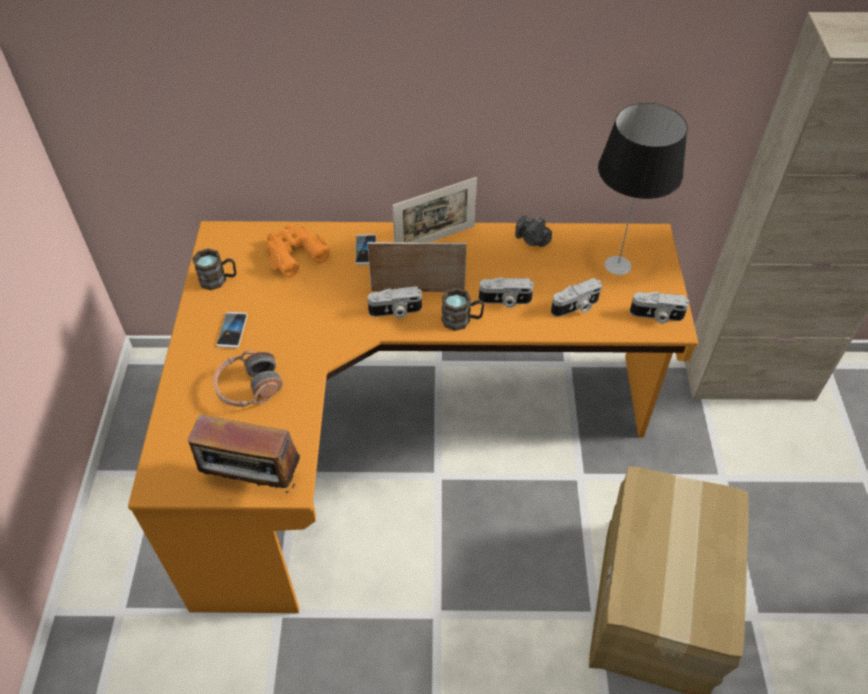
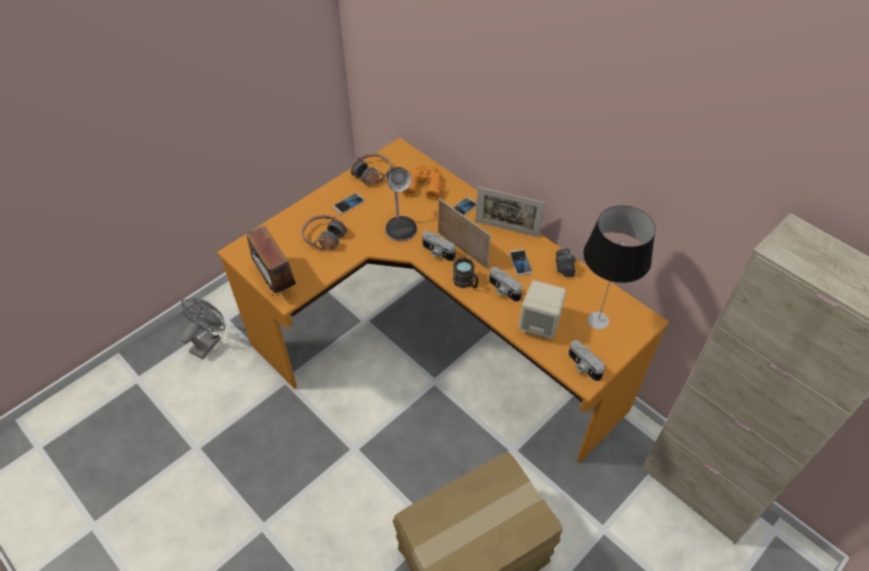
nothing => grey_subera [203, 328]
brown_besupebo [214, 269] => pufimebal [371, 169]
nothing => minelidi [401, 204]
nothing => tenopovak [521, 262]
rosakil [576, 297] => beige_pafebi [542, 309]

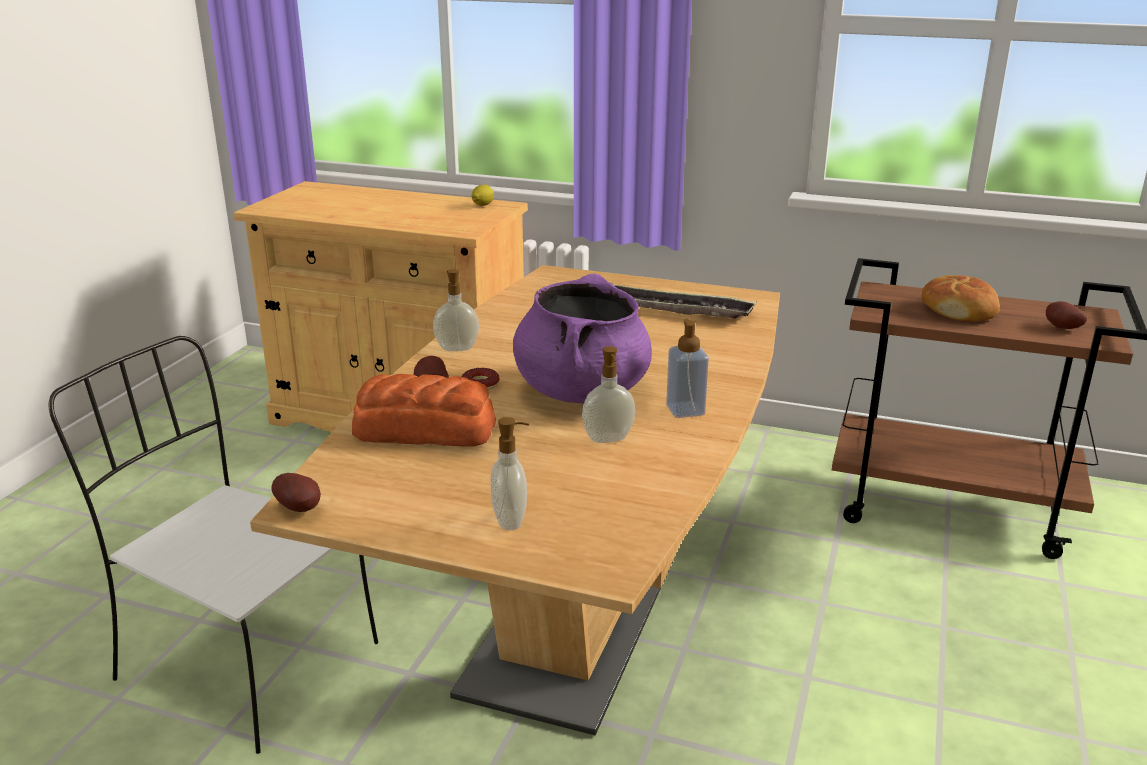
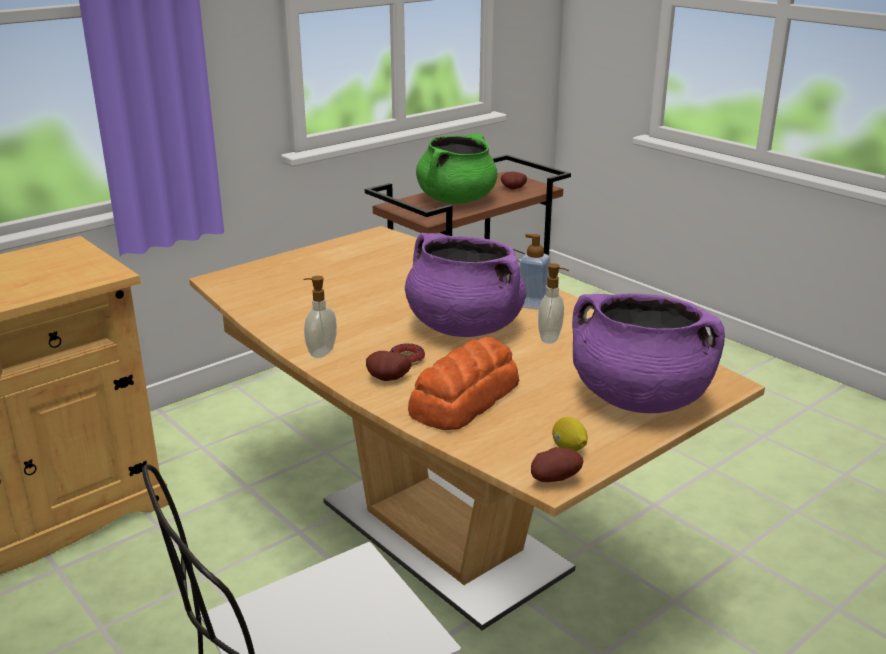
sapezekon [961, 298] => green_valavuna [457, 168]
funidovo [482, 195] => funidovo [569, 434], shifted
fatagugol [509, 473] => purple_valavuna [648, 353]
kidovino [684, 301] => nothing

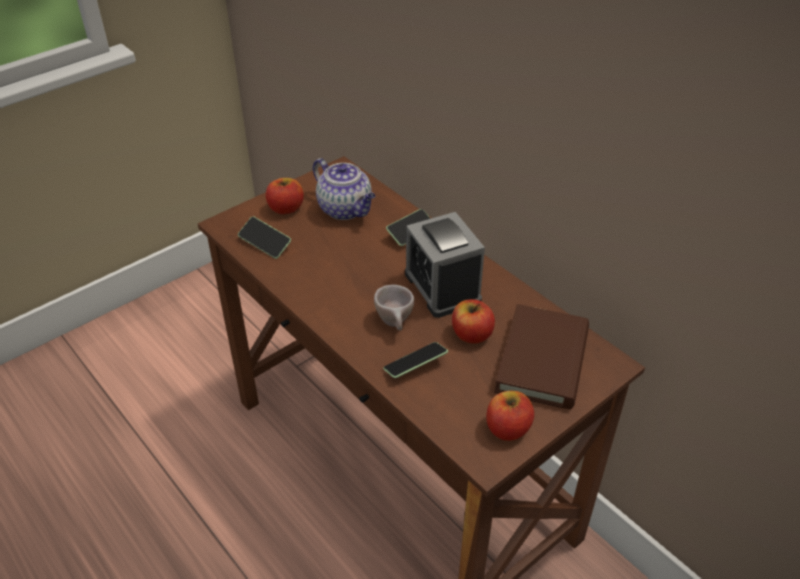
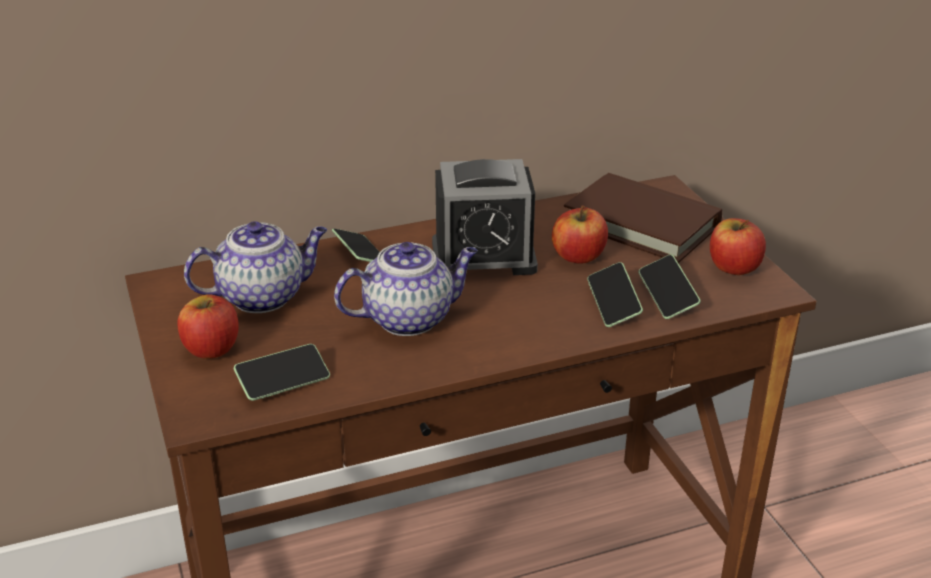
nothing => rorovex [406, 289]
nothing => tenopovak [669, 287]
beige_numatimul [394, 307] => nothing

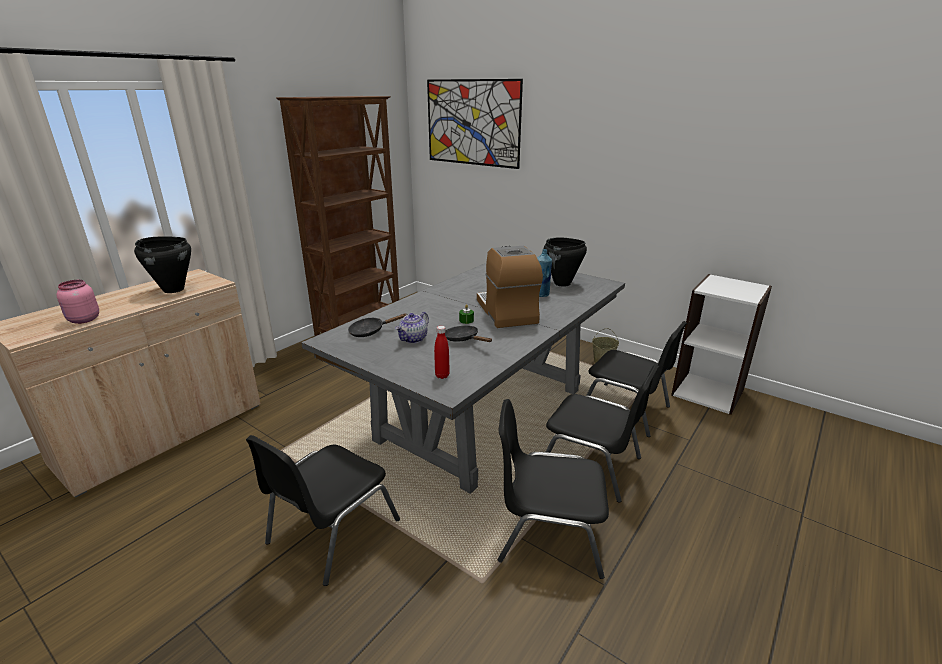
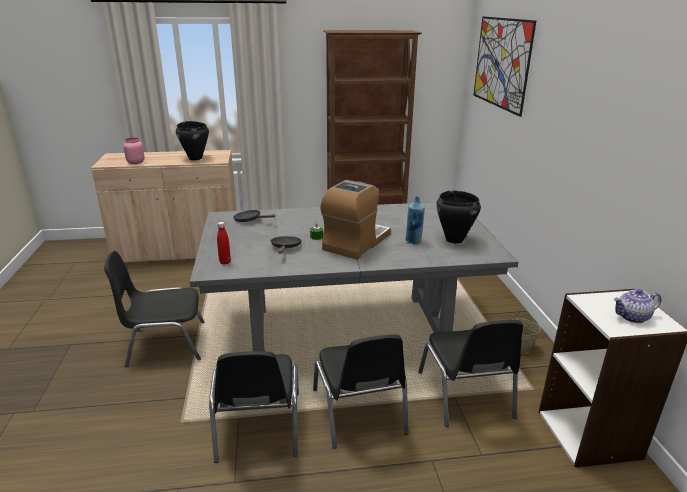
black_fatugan [553, 489] => black_fatugan [254, 407], 150 degrees counterclockwise
rorovex [412, 327] => rorovex [637, 306], shifted

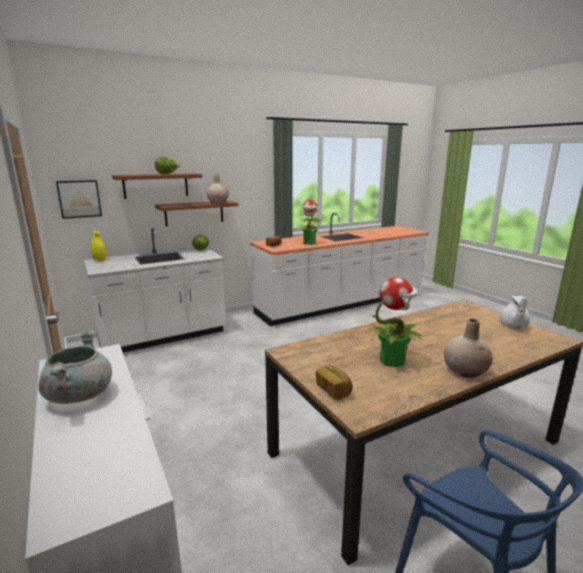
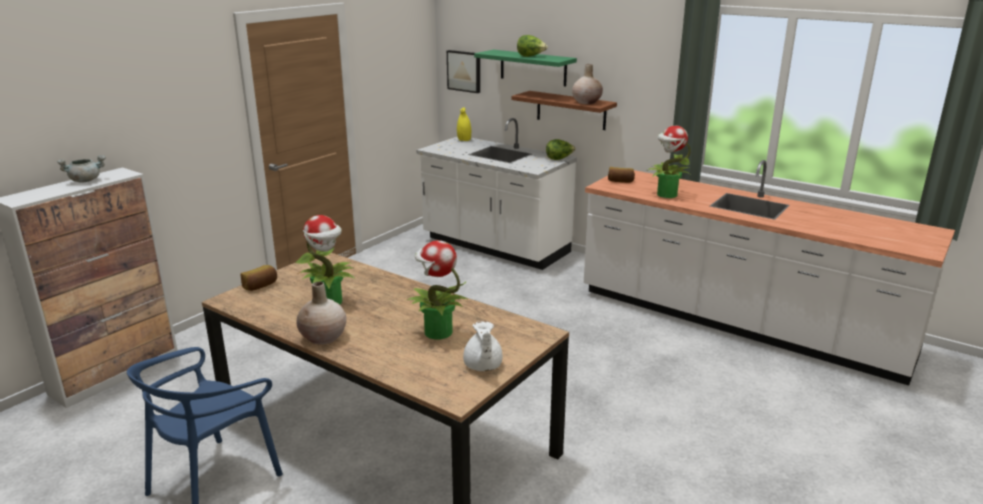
nothing => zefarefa [436, 290]
white_rorovex [515, 311] => white_rorovex [483, 346], 90 degrees counterclockwise
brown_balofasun [157, 186] => green_balofasun [525, 68]

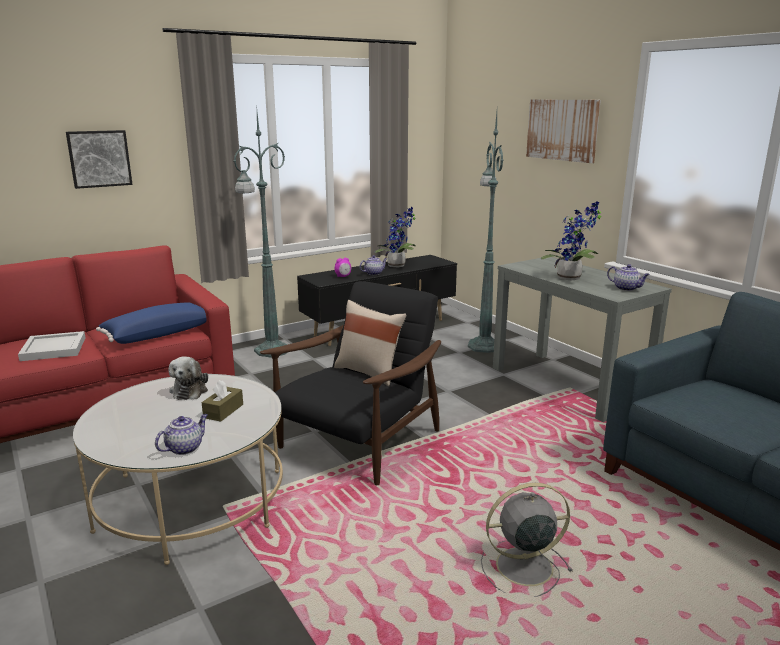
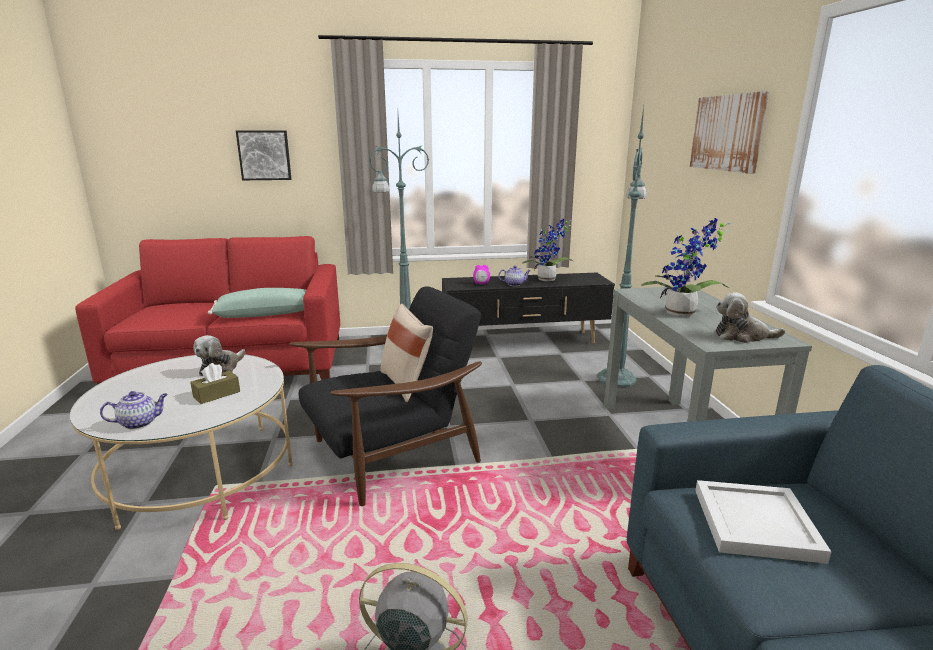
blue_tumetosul [151, 323] => green_tumetosul [257, 303]
white_kidovino [51, 346] => white_kidovino [763, 522], shifted
rorovex [628, 277] => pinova [751, 317]

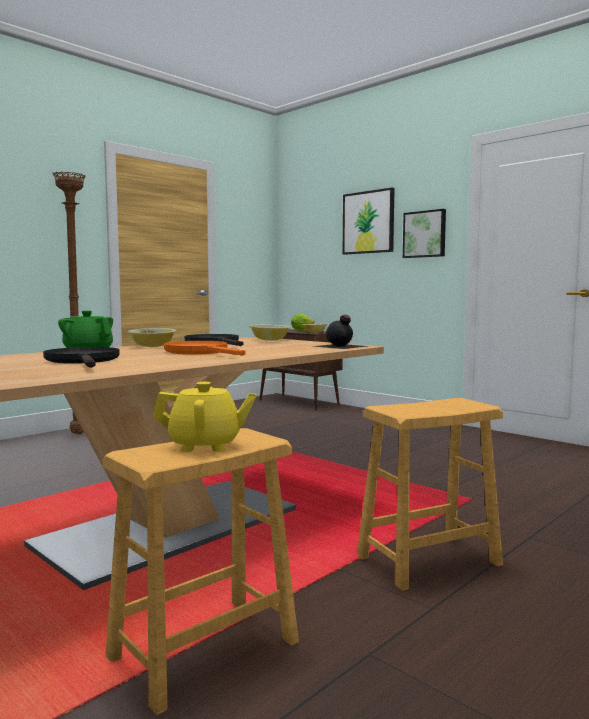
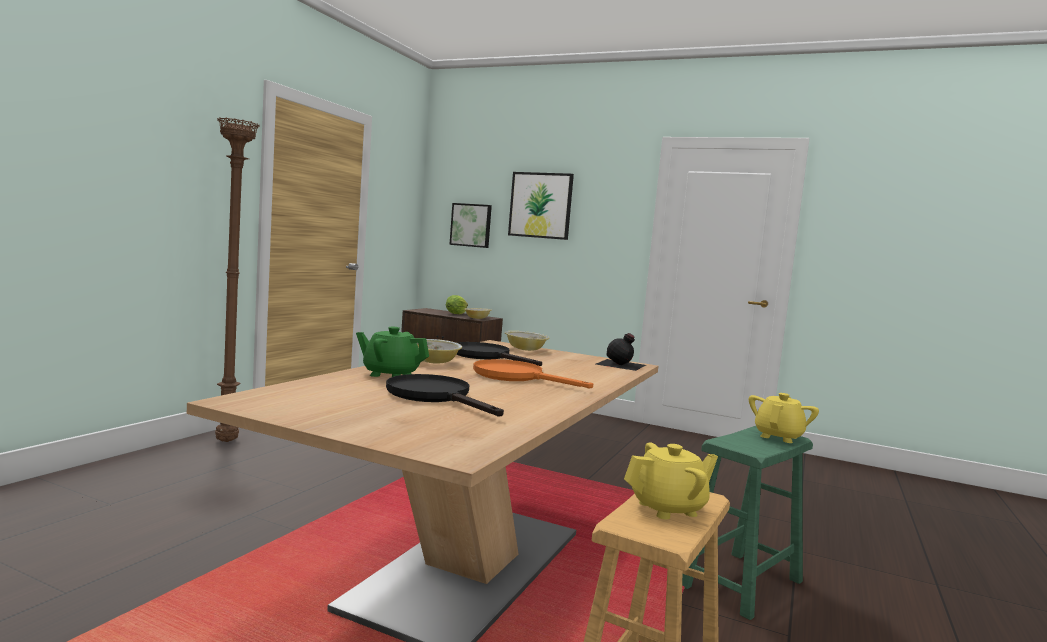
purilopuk [424, 233] => purilopuk [470, 225], shifted
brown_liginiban [430, 494] => green_liginiban [747, 523]
nothing => yellow_rorovex [784, 418]

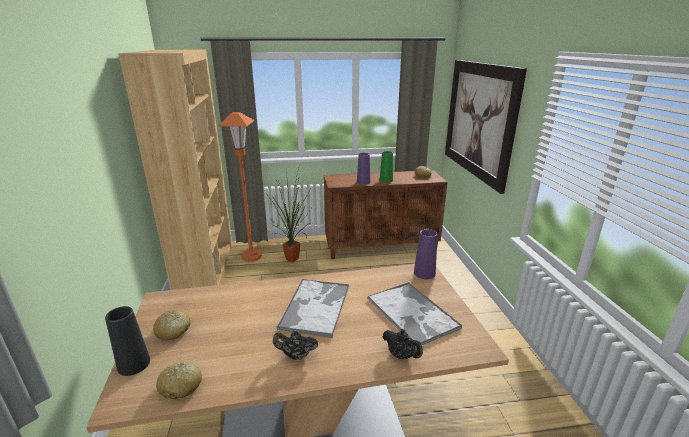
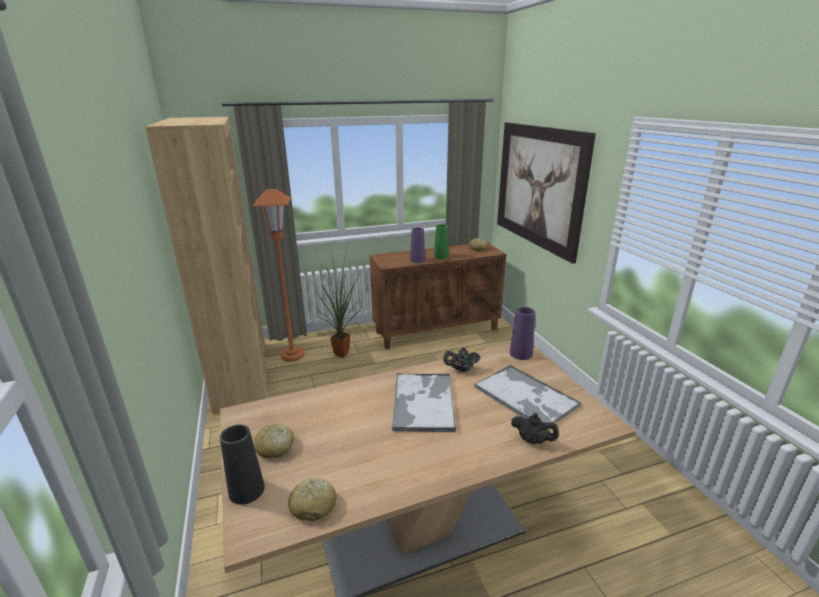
black_rorovex [295, 345] => black_rorovex [462, 360], shifted

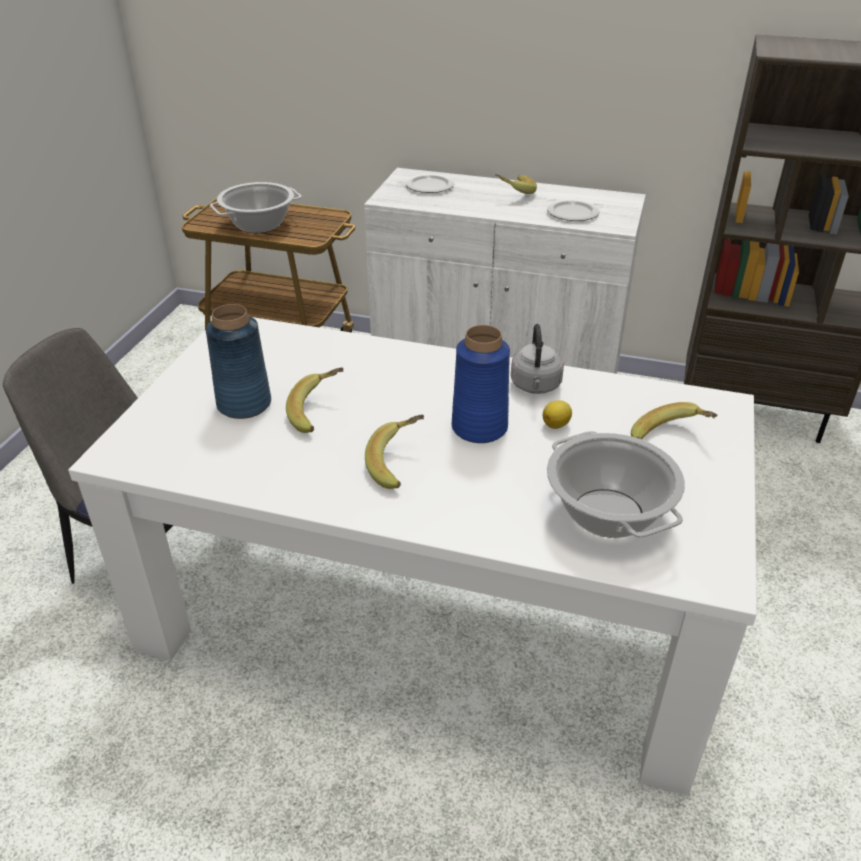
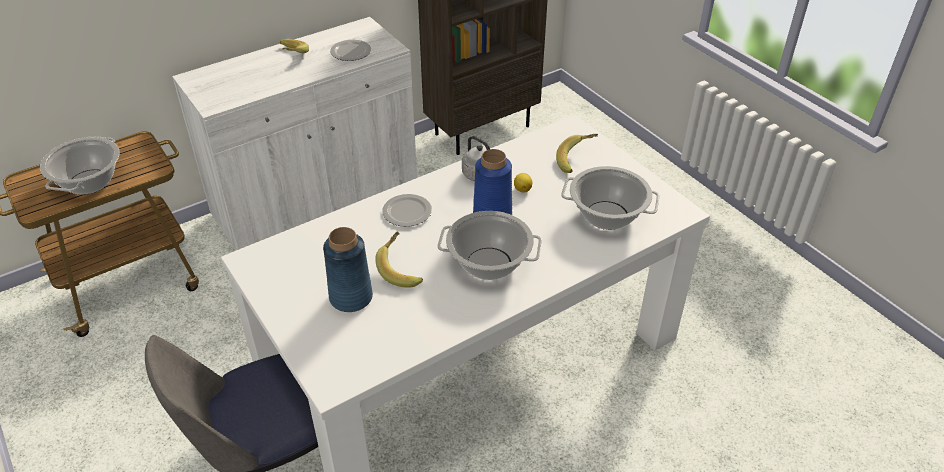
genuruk [430, 183] => genuruk [407, 210], shifted
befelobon [394, 451] => valavuna [490, 245]

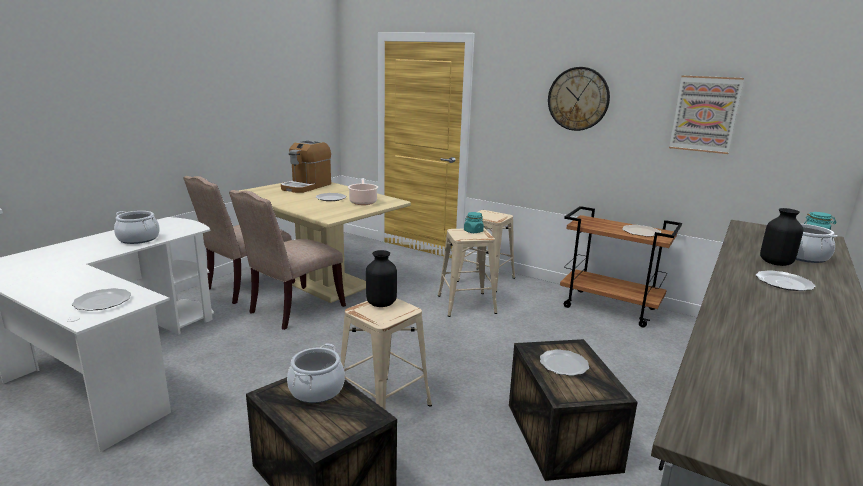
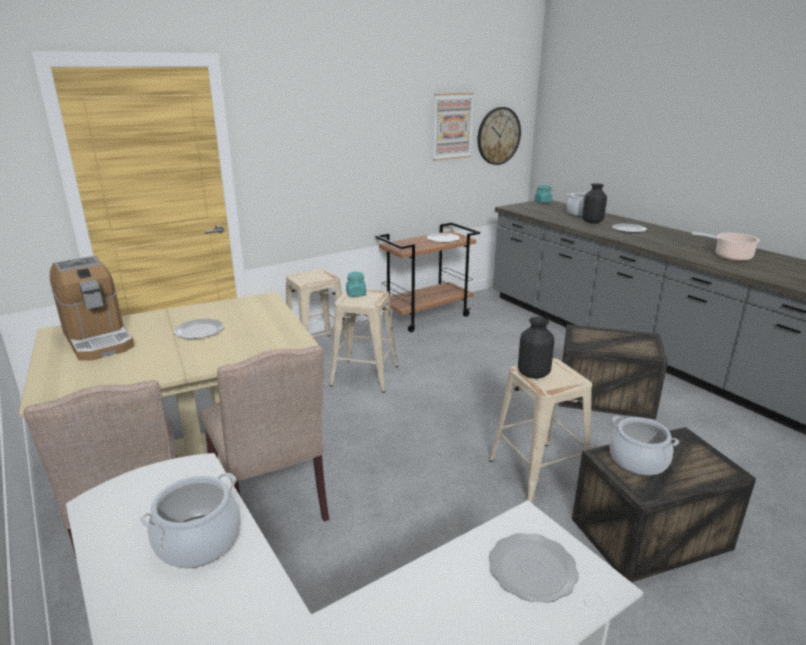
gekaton [579, 99] => gekaton [499, 136], shifted
valavuna [363, 191] => valavuna [726, 246], shifted
genuruk [564, 362] => nothing

